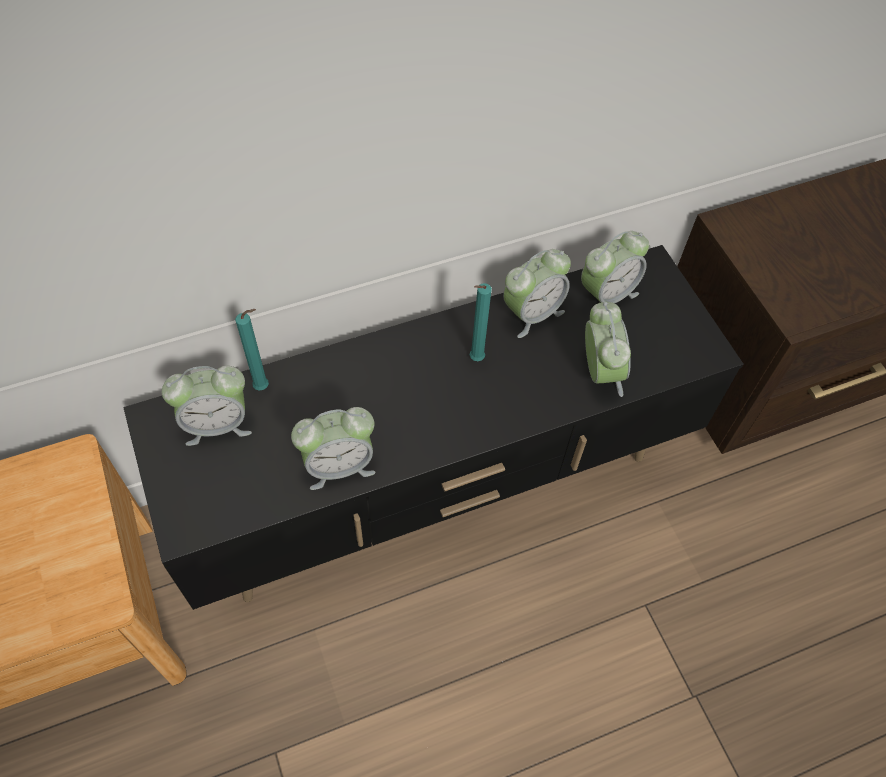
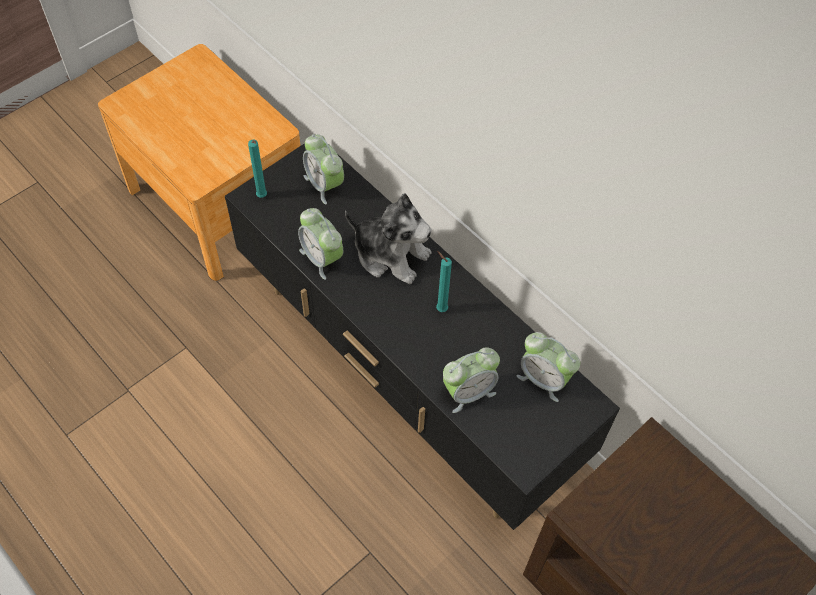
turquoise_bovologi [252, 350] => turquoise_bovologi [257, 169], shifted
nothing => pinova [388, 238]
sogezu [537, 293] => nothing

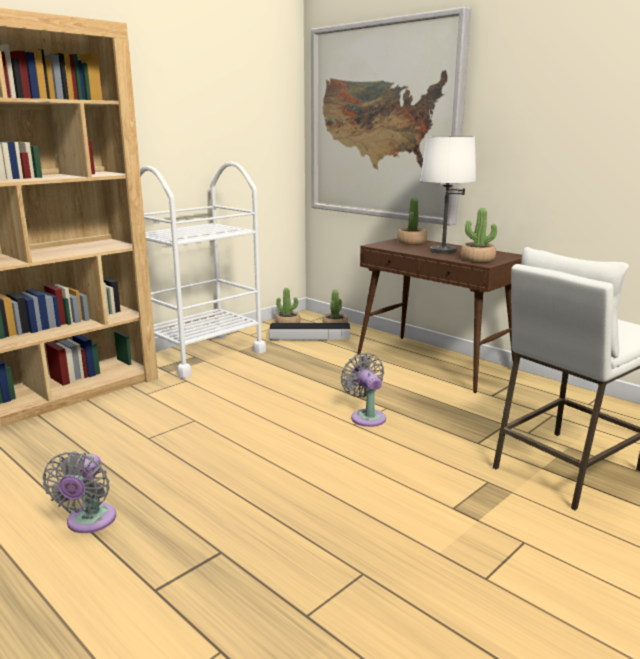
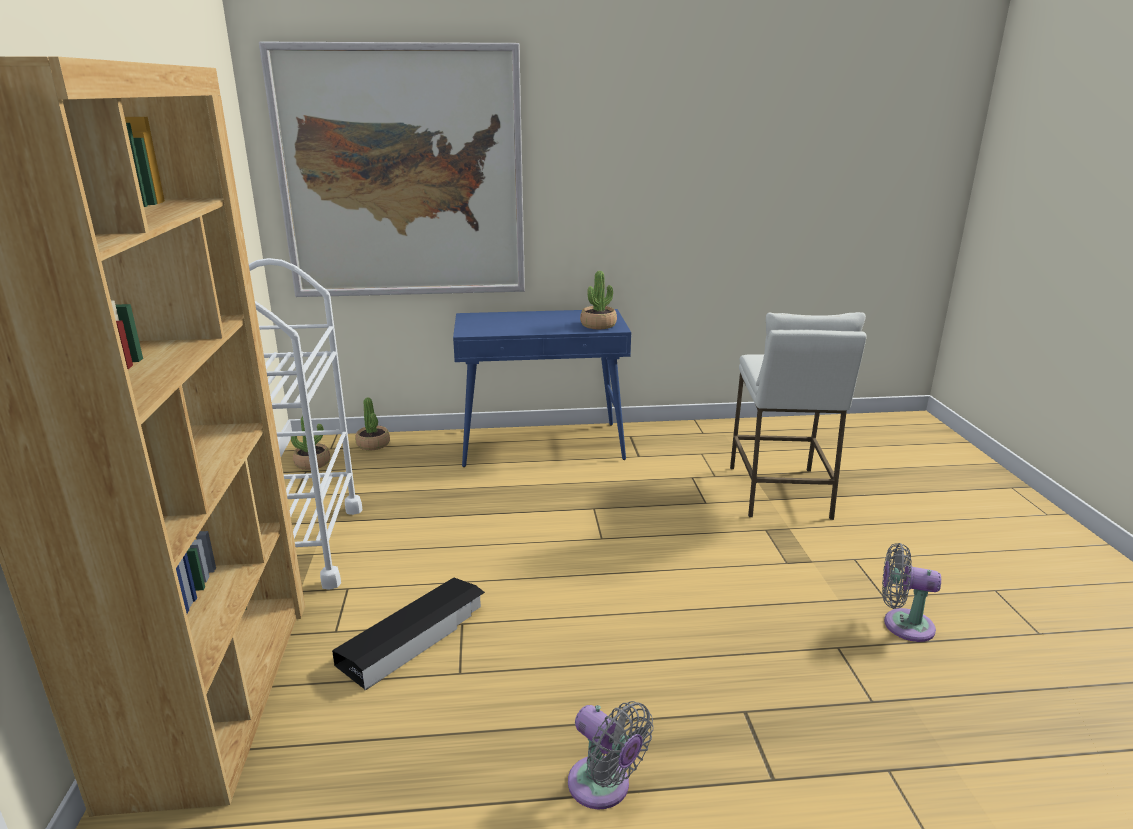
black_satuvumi [309, 331] => black_satuvumi [408, 634], shifted
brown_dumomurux [439, 315] => blue_dumomurux [542, 388]
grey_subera [363, 390] => grey_subera [911, 592], shifted
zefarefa [412, 221] => nothing
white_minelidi [448, 194] => nothing

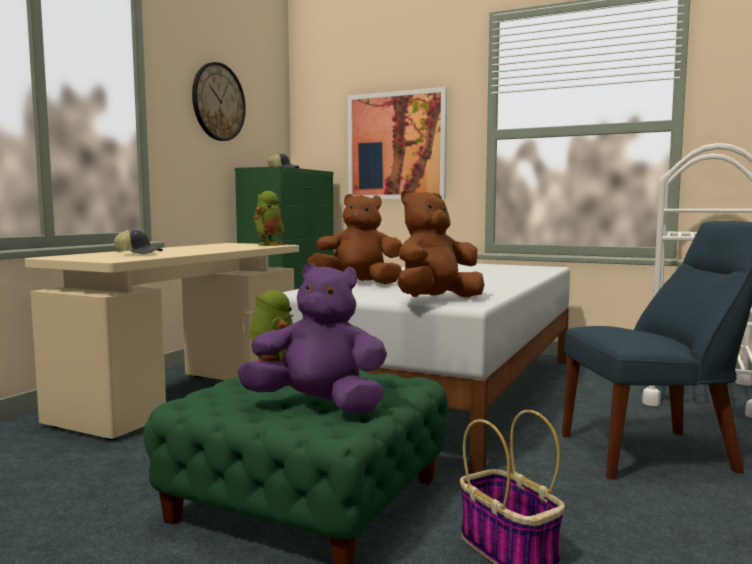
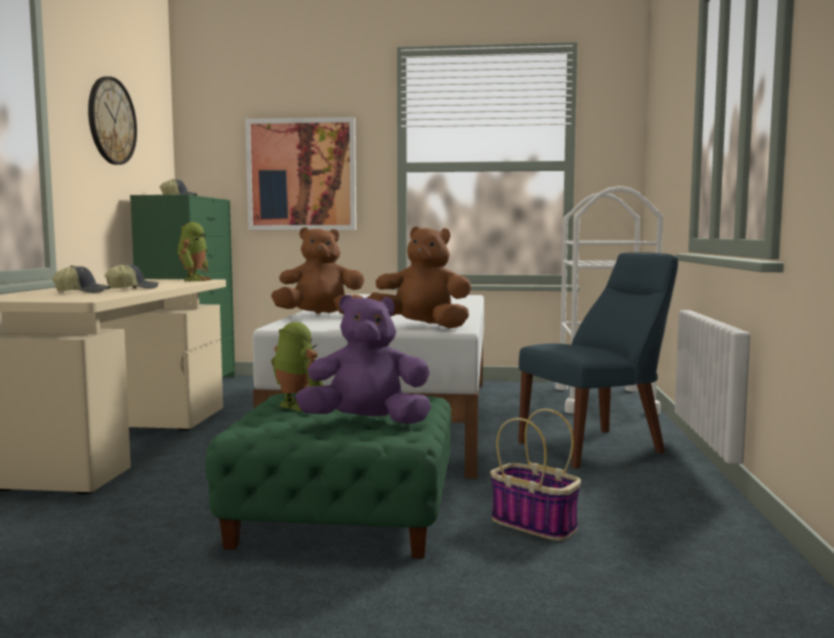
nothing => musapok [131, 276]
brown_pinova [440, 244] => brown_pinova [419, 277], 75 degrees clockwise

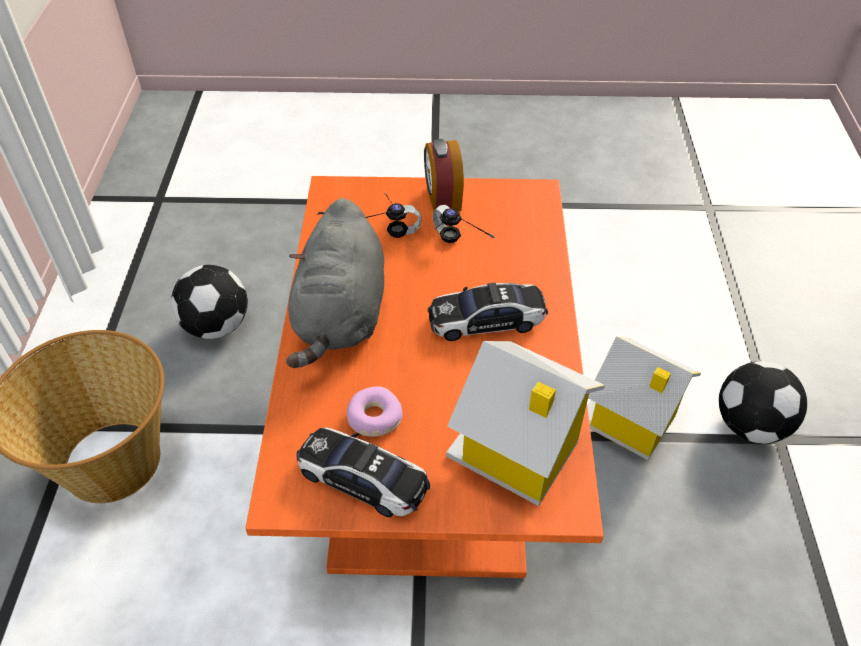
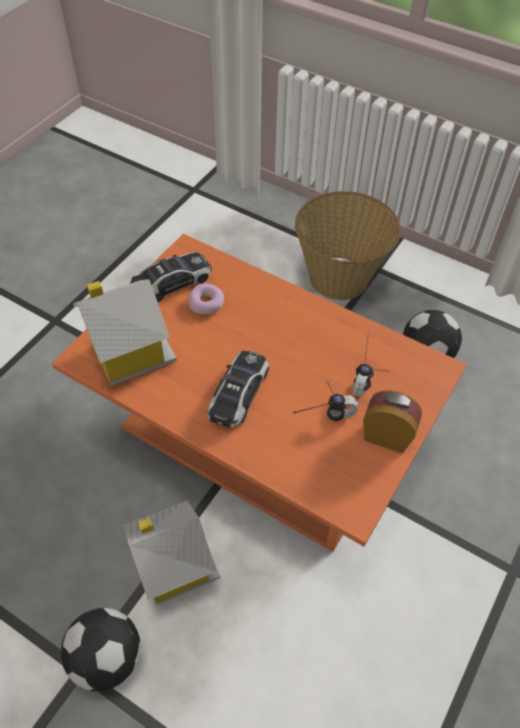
grey_pinova [335, 283] => nothing

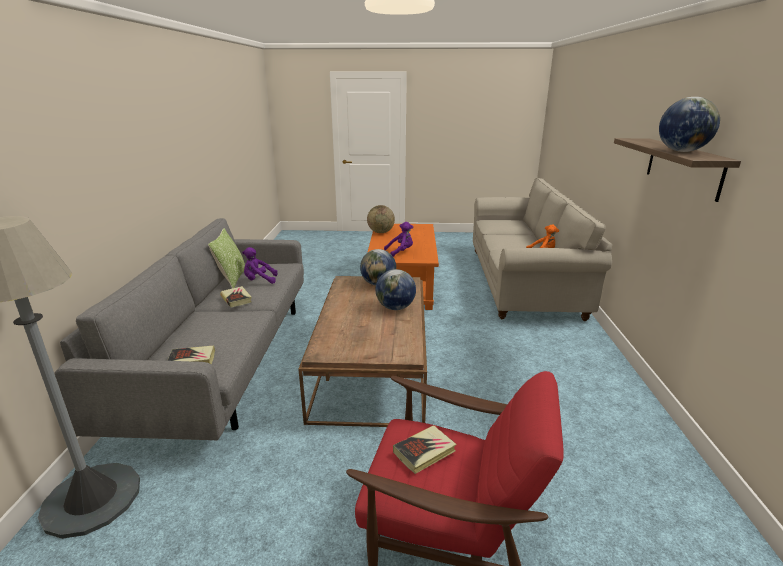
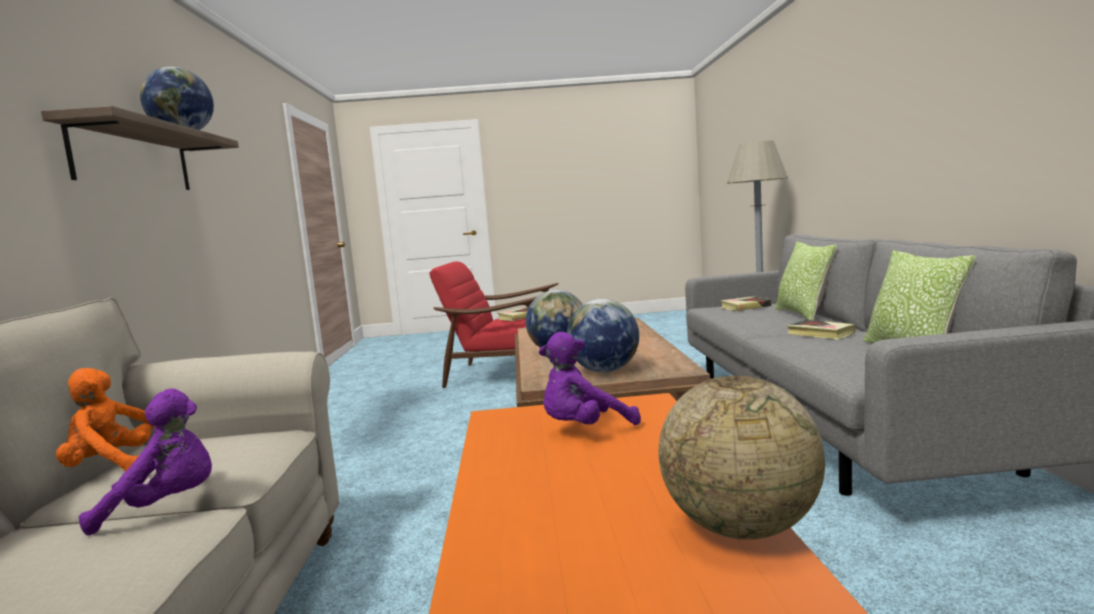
purple_pinova [260, 265] => purple_pinova [145, 462], shifted
nothing => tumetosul [806, 281]

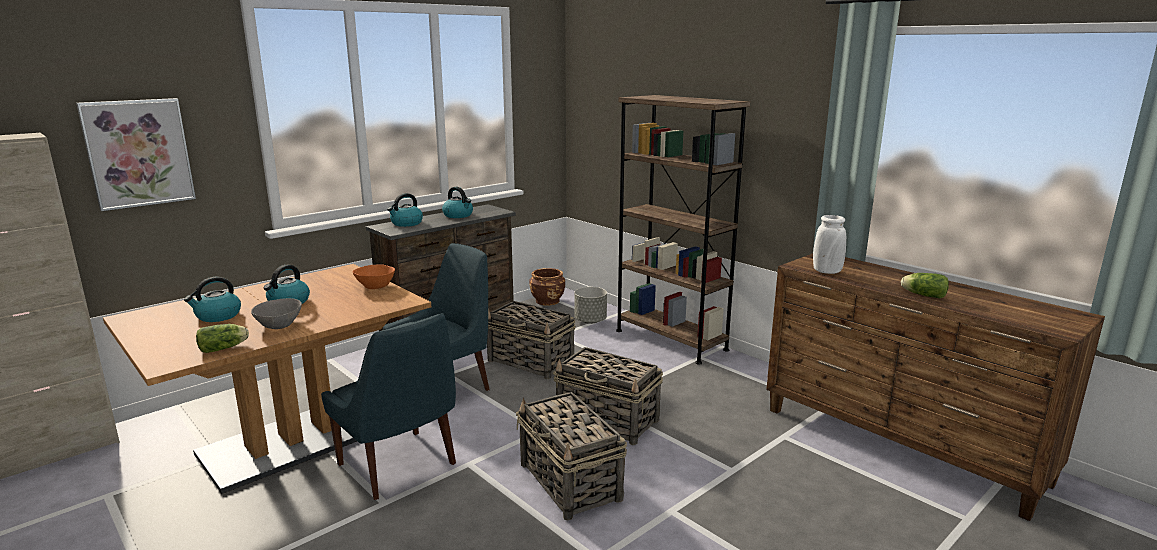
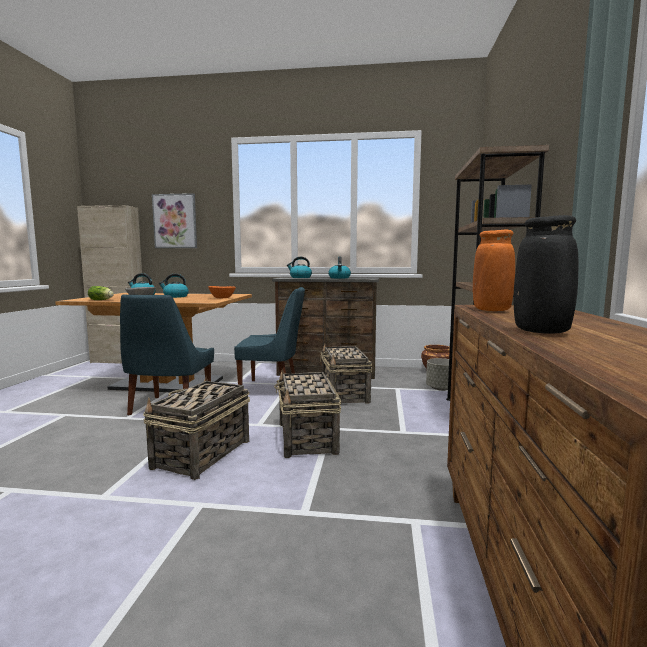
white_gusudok [829, 244] => orange_gusudok [494, 270]
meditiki [925, 286] => black_gusudok [545, 274]

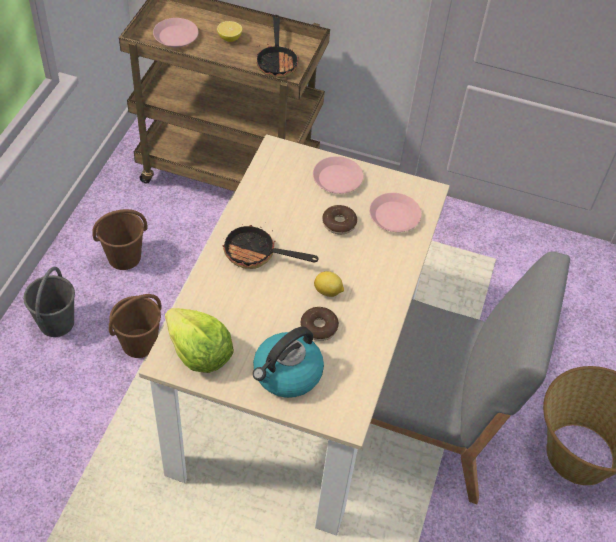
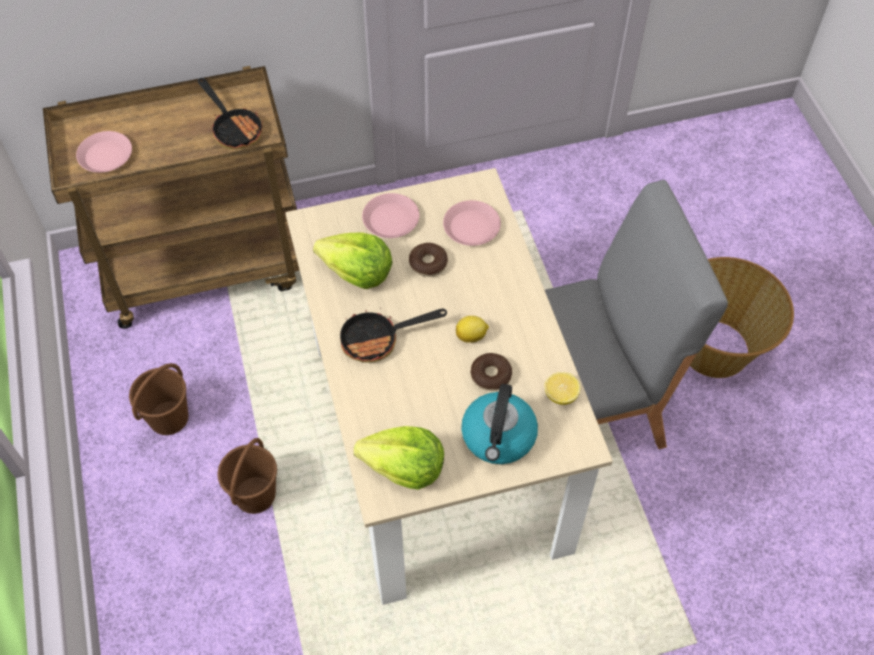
nothing => meditiki [353, 261]
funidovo [229, 31] => funidovo [562, 388], shifted
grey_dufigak [49, 302] => nothing

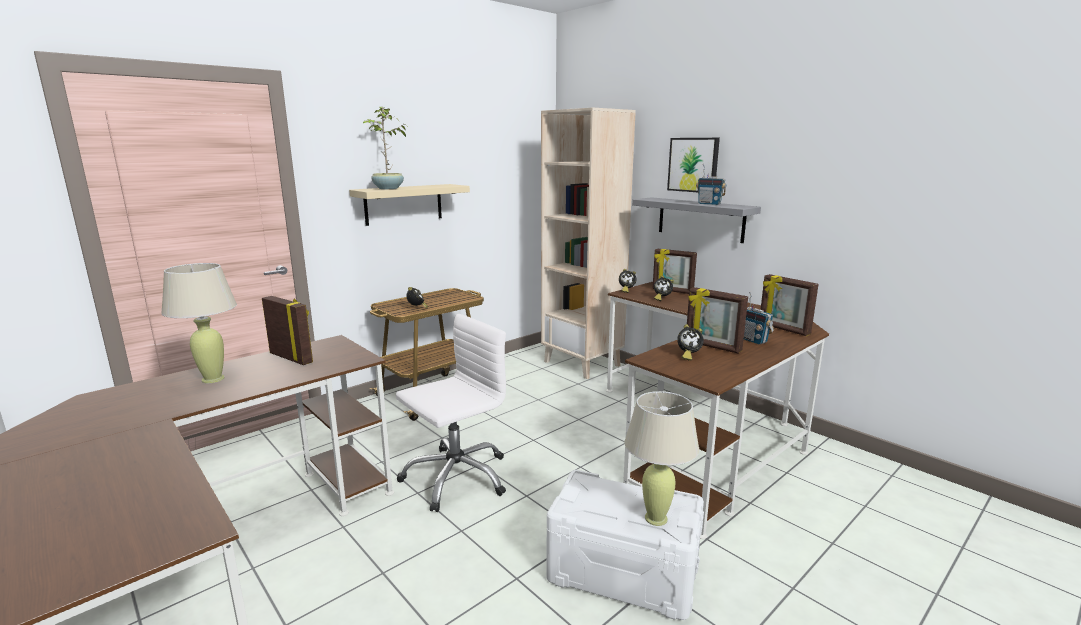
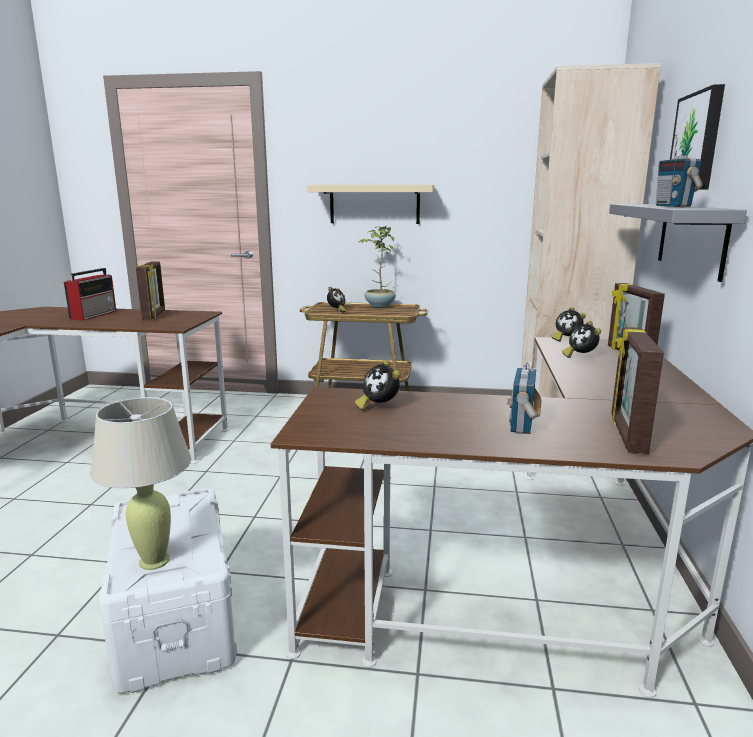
beige_minelidi [199, 323] => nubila [90, 294]
zefarefa [385, 148] => zefarefa [377, 266], shifted
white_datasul [451, 412] => nothing
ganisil [717, 320] => nothing

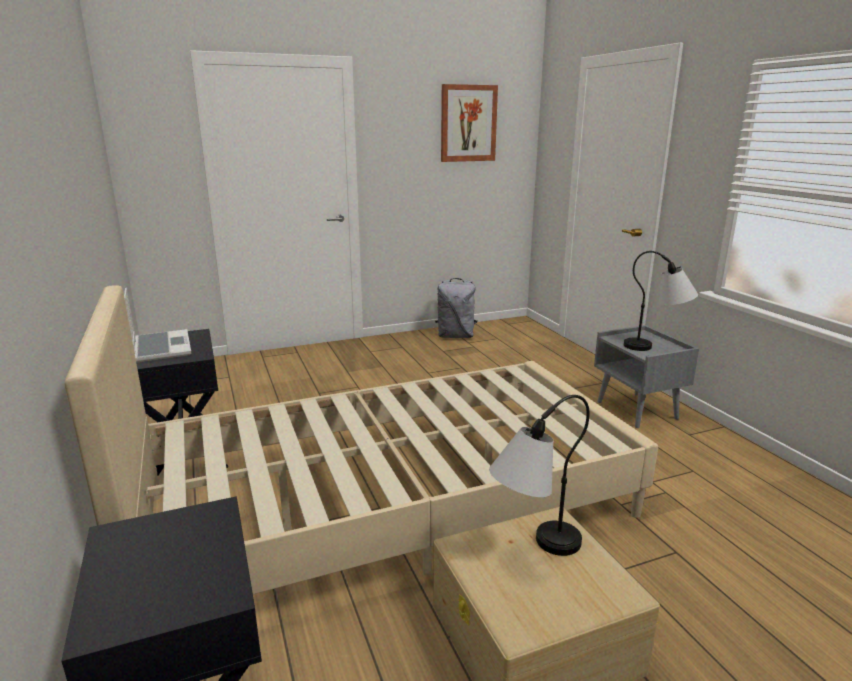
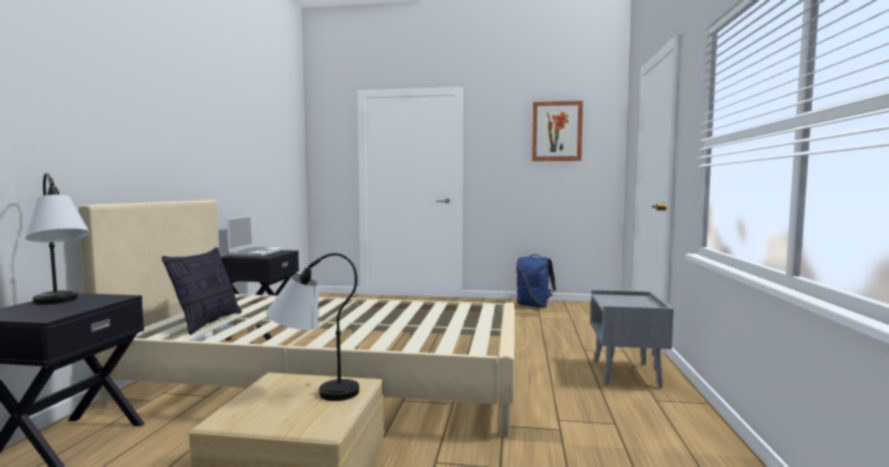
minelidi [661, 301] => minelidi [58, 239], shifted
nothing => tumetosul [202, 291]
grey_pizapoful [456, 308] => blue_pizapoful [536, 281]

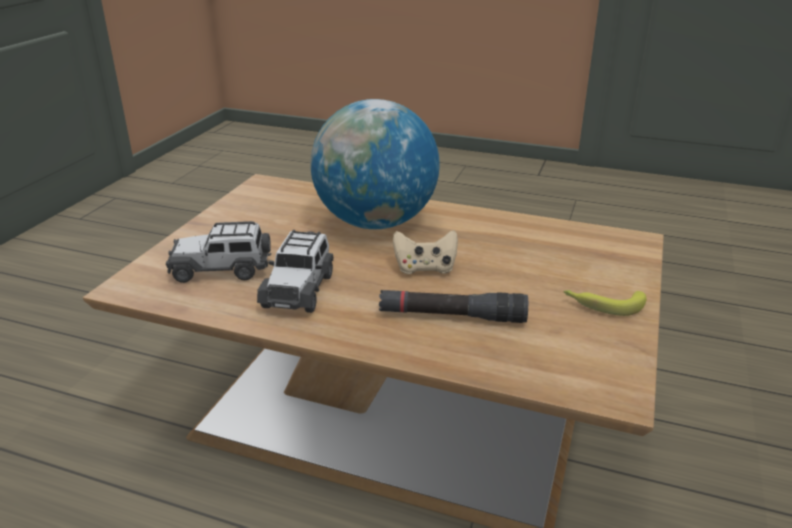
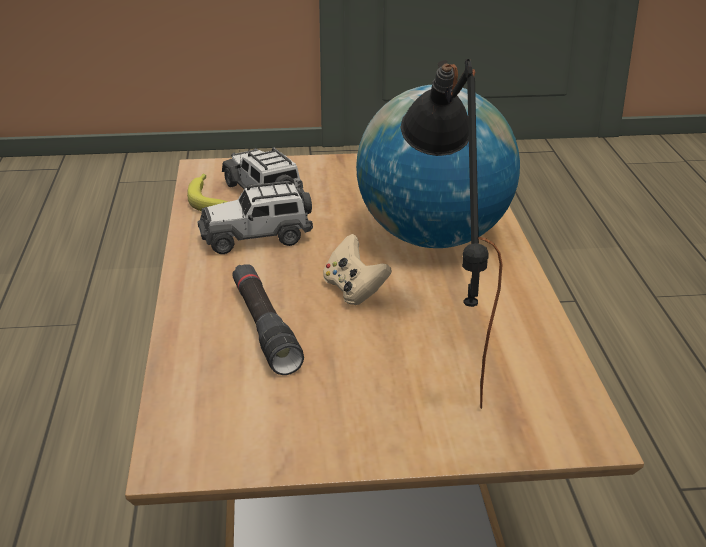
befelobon [604, 303] => befelobon [207, 192], shifted
nothing => black_minelidi [452, 234]

